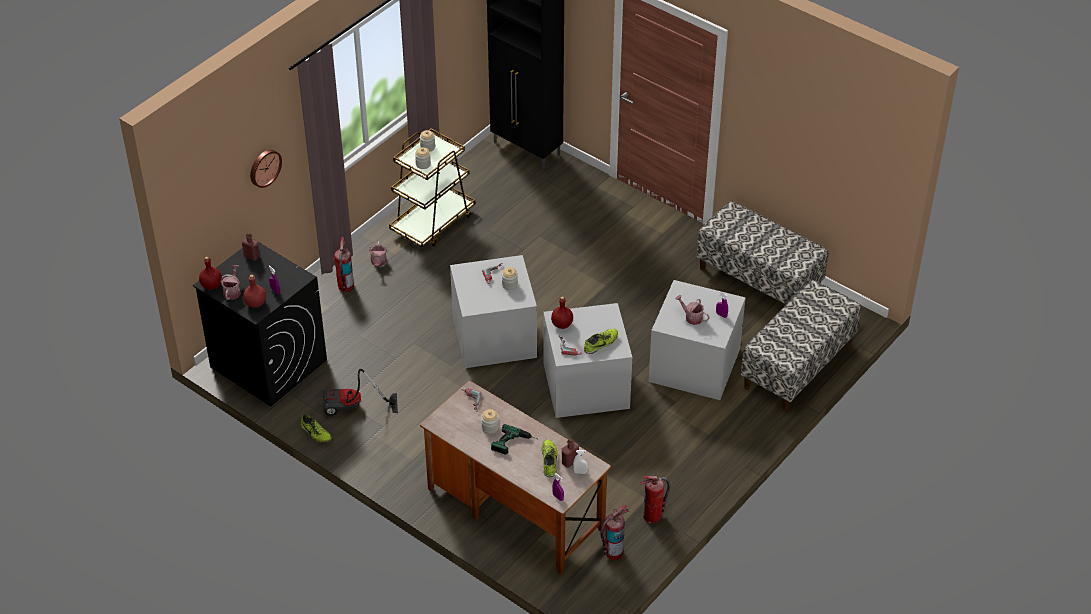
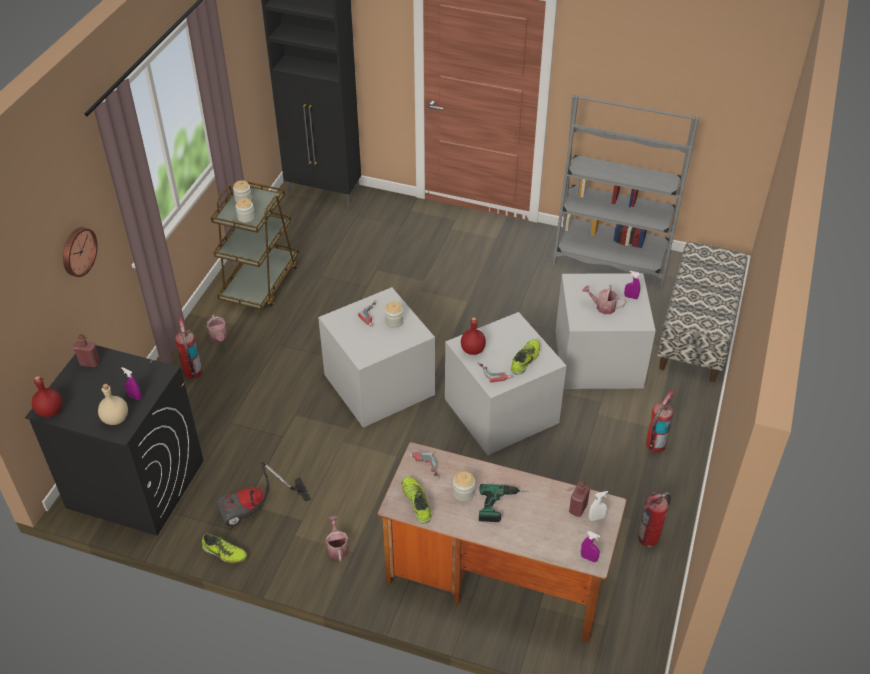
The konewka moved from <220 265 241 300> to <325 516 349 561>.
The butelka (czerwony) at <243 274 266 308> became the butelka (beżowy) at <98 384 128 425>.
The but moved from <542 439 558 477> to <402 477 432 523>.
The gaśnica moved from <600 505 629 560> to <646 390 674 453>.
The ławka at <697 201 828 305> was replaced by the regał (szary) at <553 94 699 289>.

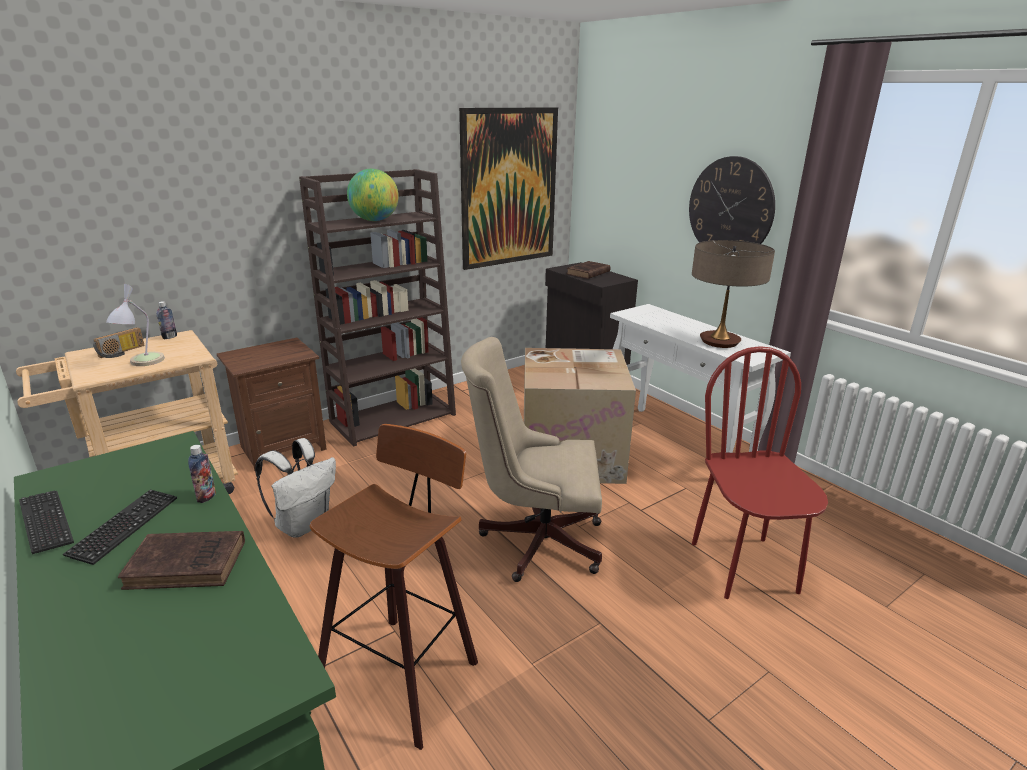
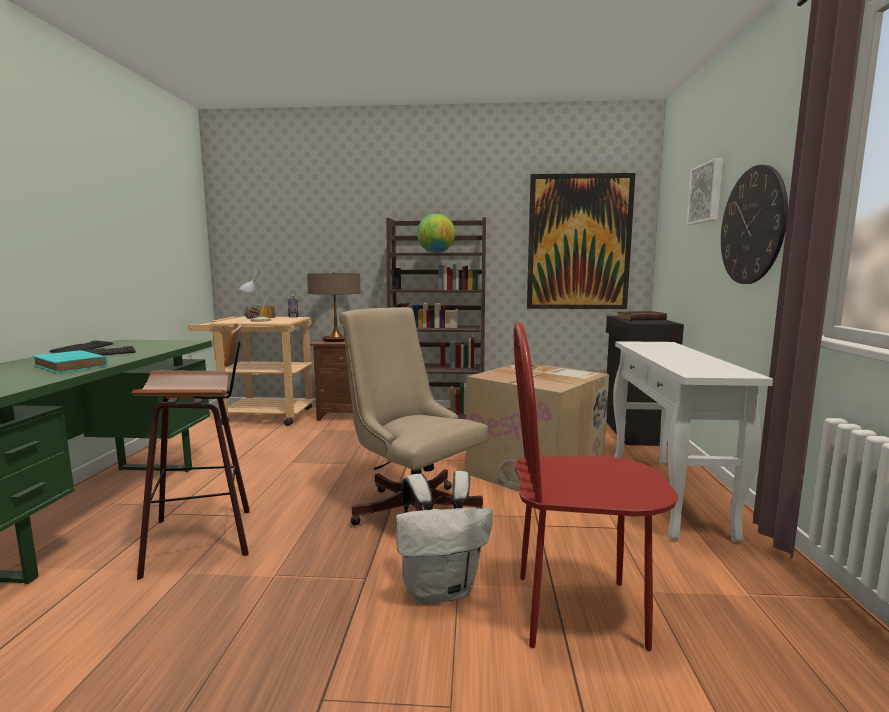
The książka (brązowy) at <118 531 245 590> became the książka (turkusowy) at <32 350 108 373>.
The butelka at <188 445 216 503> disappeared.
The plecak (biały) moved from <255 438 336 538> to <396 471 493 604>.
The lampa stołowa moved from <692 240 775 348> to <307 272 360 342>.
The krzesło (czerwony) at <692 346 828 599> turned 120 degrees counterclockwise.
The obraz at <686 158 723 225> appeared.

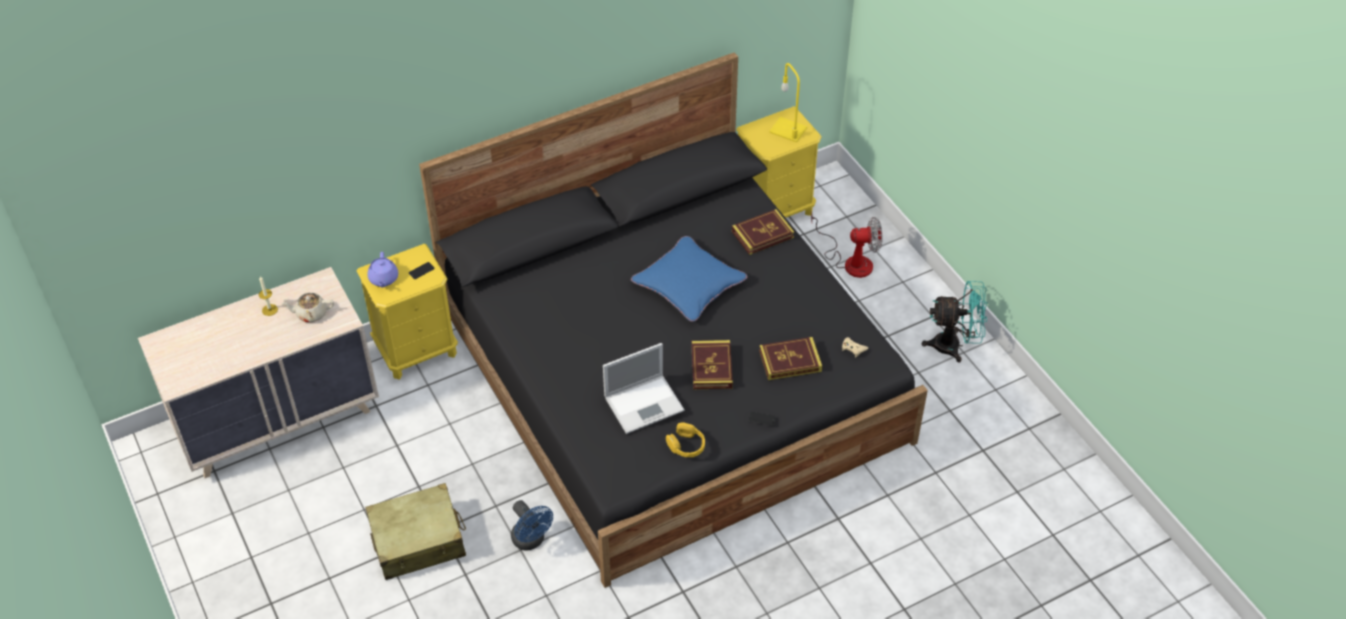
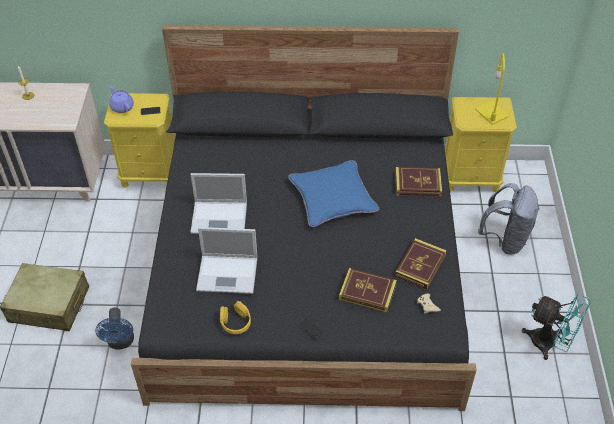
The imbryk (beżowy) at <281 292 334 322> disappeared.
The imbryk (fioletowy) at <367 252 398 287> turned 120 degrees clockwise.
The książka moved from <692 340 733 389> to <395 238 447 290>.
The wentylator at <811 212 882 278> was replaced by the plecak (szary) at <478 183 539 255>.
The laptop at <190 173 247 234> appeared.

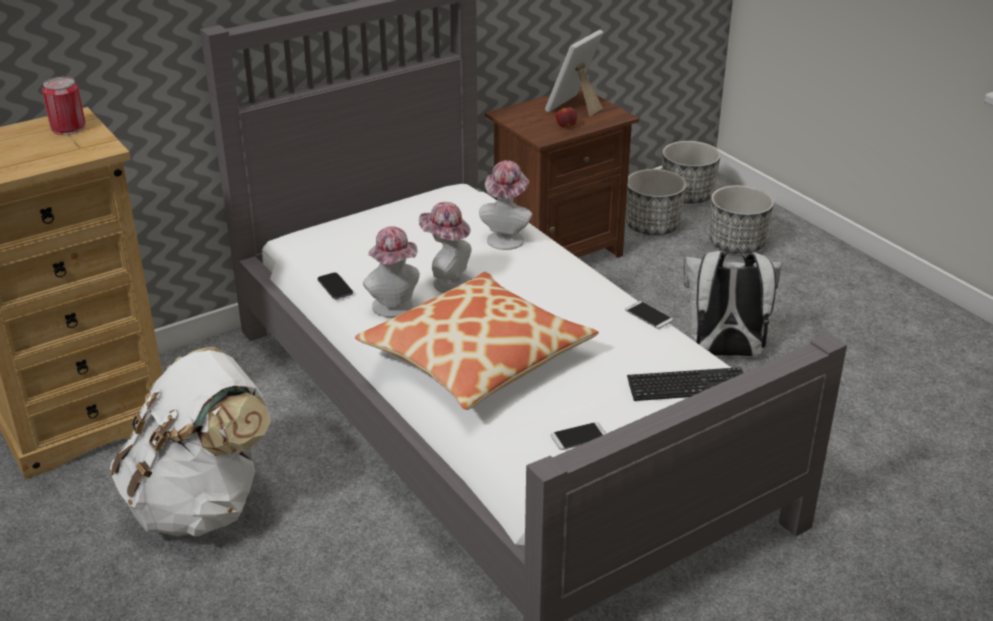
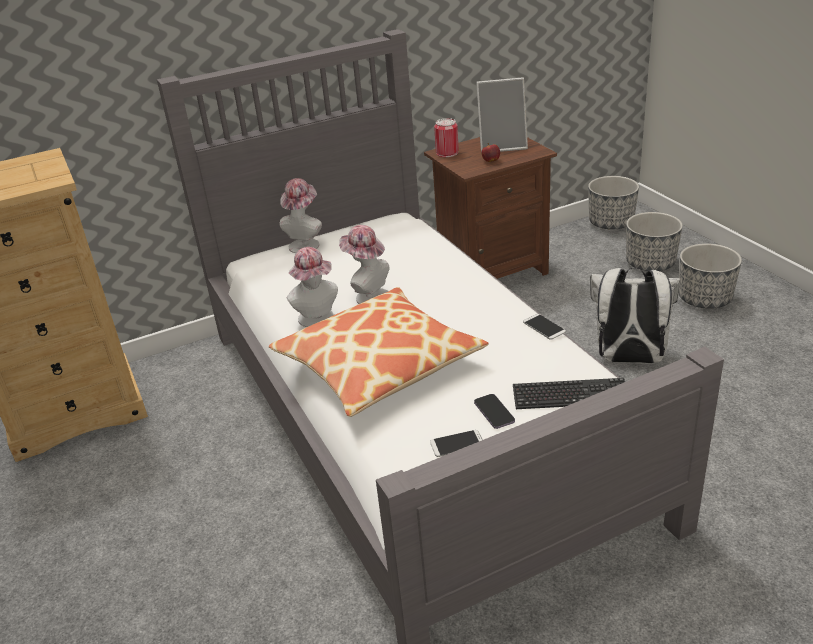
The puszka moved from <42 77 85 135> to <434 118 459 157>.
The plecak (biały) at <110 347 271 536> disappeared.
The telefon moved from <318 273 353 299> to <474 394 515 429>.
The kapelusz moved from <479 160 532 250> to <279 178 322 253>.
The ramka na zdjęcie at <545 30 603 117> turned 135 degrees counterclockwise.
The donica moved from <626 169 687 235> to <679 243 742 309>.

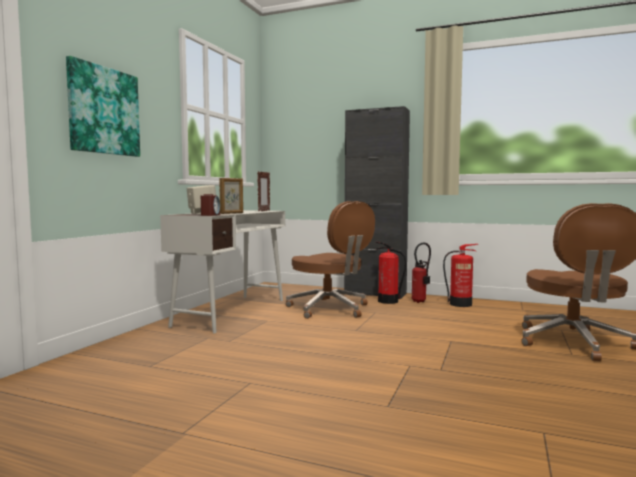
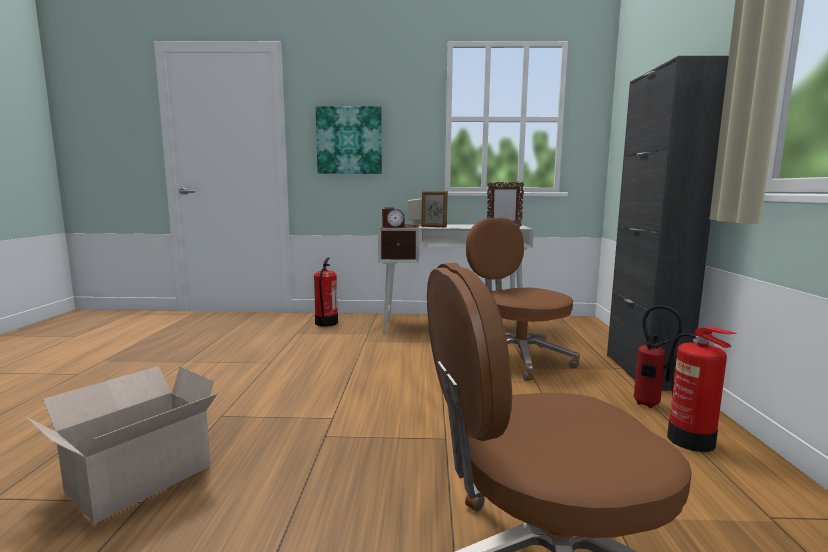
The krzesło biurowe (brązowy) at <286 201 375 319> turned 120 degrees clockwise.
The gaśnica moved from <376 242 406 304> to <314 257 338 327>.
The karton at <26 366 218 523> appeared.

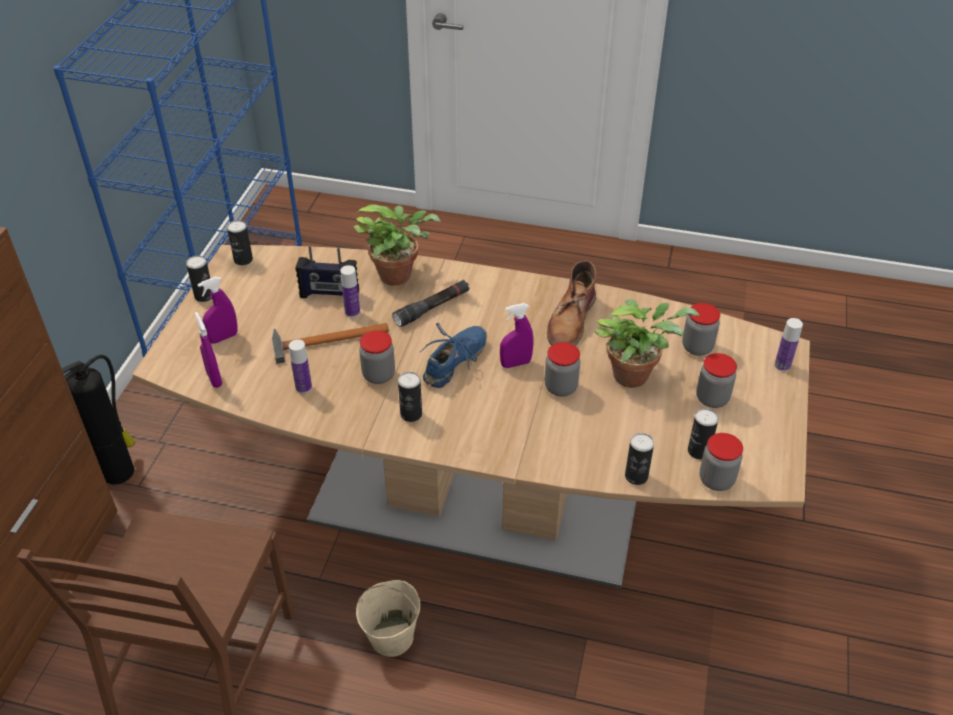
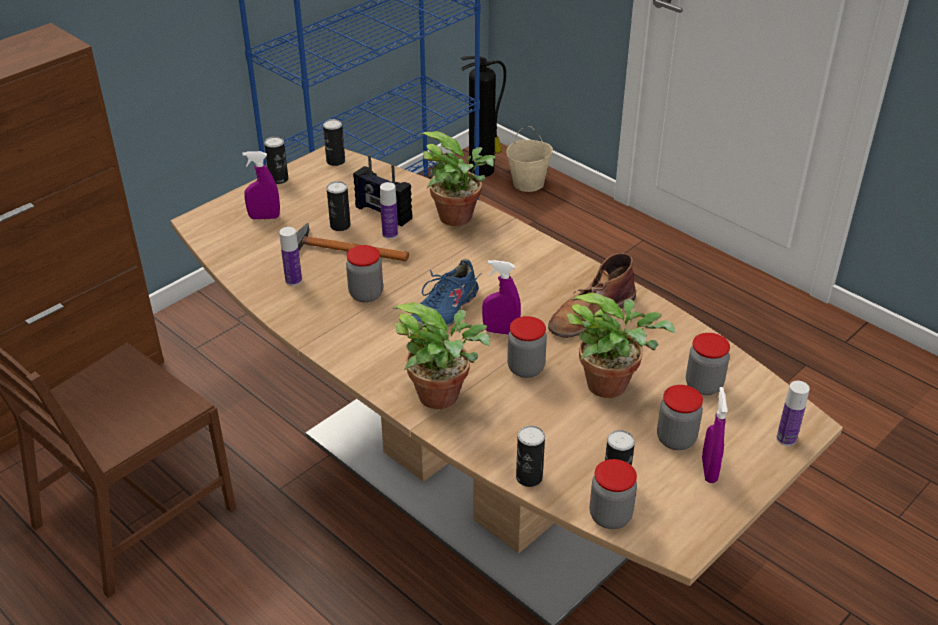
The gaśnica moved from <62 355 135 485> to <461 56 506 177>.
The spryskiwacz (fioletowy) moved from <195 312 222 388> to <702 387 727 483>.
The wiadro (beżowy) moved from <356 580 420 657> to <506 126 553 192>.
The latarka (czarny) at <392 280 470 327> disappeared.
The puszka moved from <398 372 422 422> to <327 181 351 231>.
The but (niebieski) at <420 323 487 388> turned 150 degrees clockwise.
The roślina doniczkowa at <394 302 490 409> appeared.

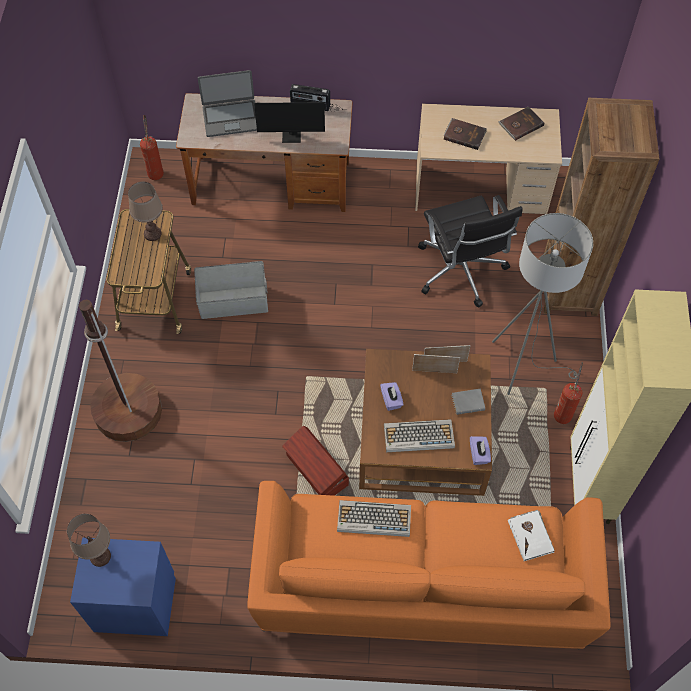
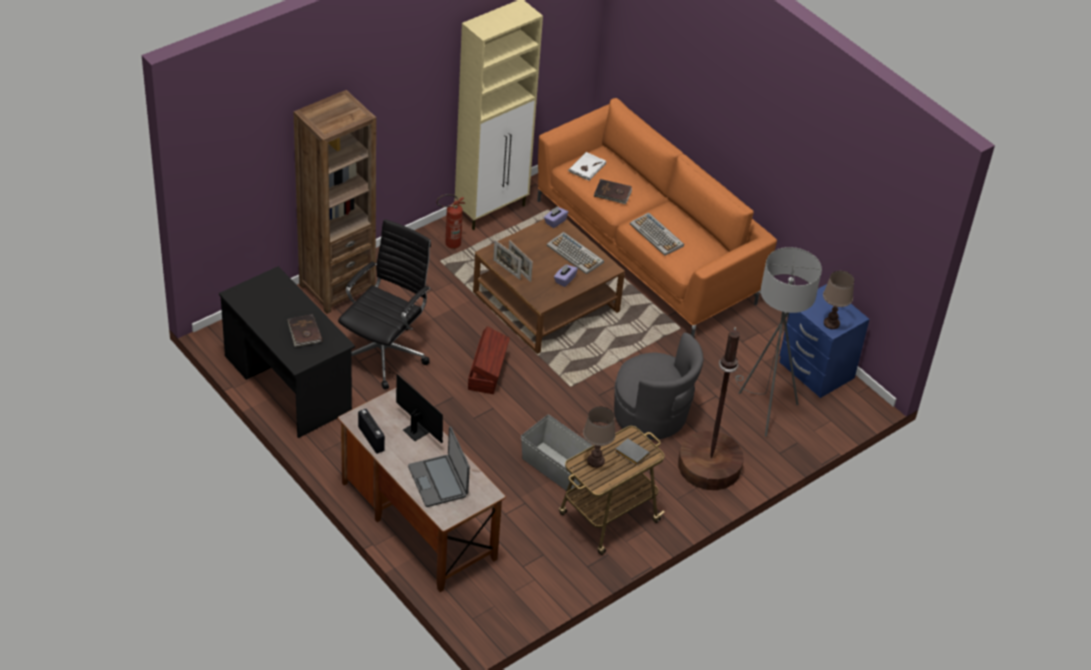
The gaśnica at <140 115 164 180> disappeared.
The laptop at <198 70 257 137> turned 150 degrees counterclockwise.
The pojemnik do przechowywania (brązowy) moved from <282 426 349 496> to <468 326 510 394>.
The biurko (beżowy) at <415 103 562 215> became the biurko (czarny) at <219 266 355 438>.
The książka (szary) moved from <451 388 485 415> to <615 438 650 466>.
The lampa stojąca (szary) moved from <492 213 593 395> to <735 247 822 436>.
The książka (brązowy) moved from <498 106 544 141> to <594 179 632 205>.
The fotel (szary) at <614 333 703 440> appeared.

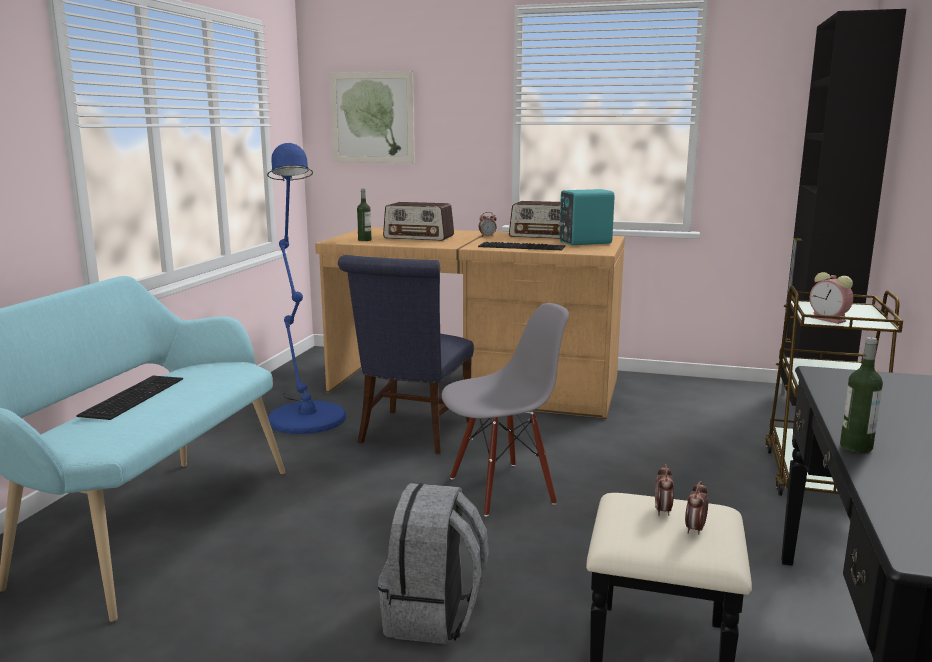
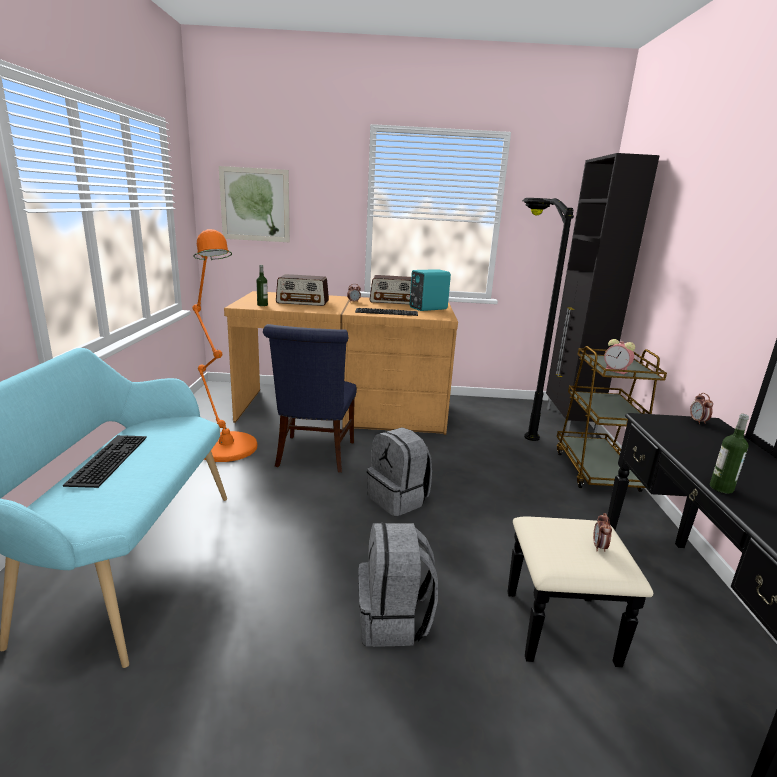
The lampa stojąca (niebieski) at <267 143 346 434> became the lampa stojąca (pomarańczowy) at <192 229 257 462>.
The krzesło (szary) at <442 303 569 517> was replaced by the plecak (szary) at <367 428 432 516>.
The budzik moved from <655 464 674 516> to <690 393 713 424>.
The lampa stojąca (czarny) at <522 198 574 441> appeared.

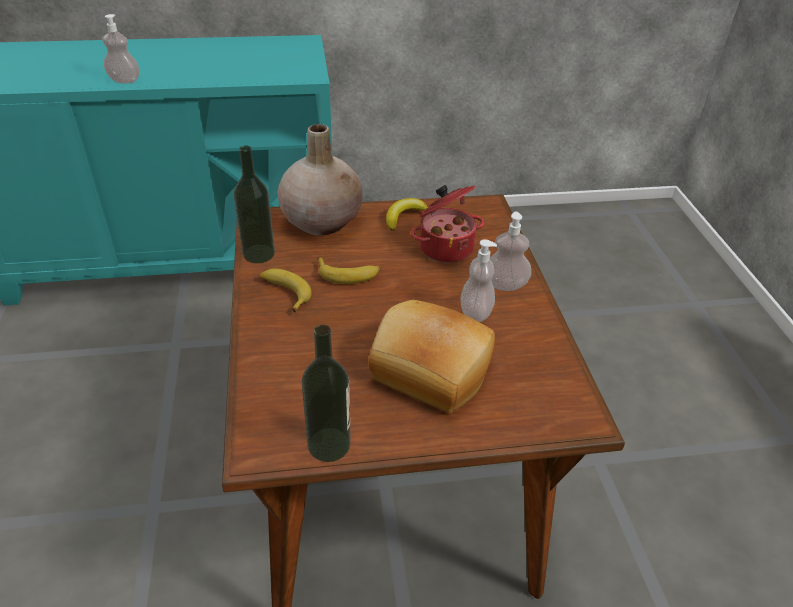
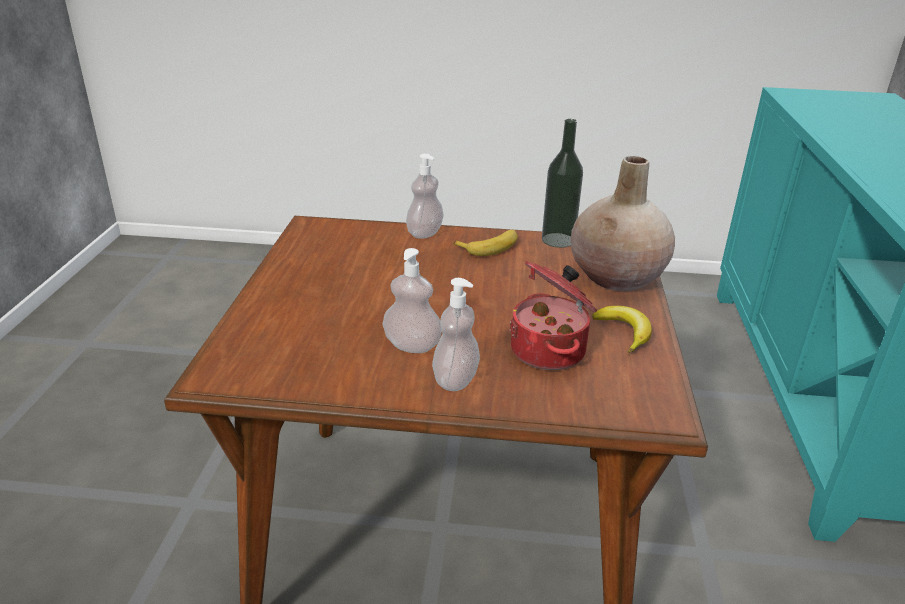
The dozownik mydła moved from <102 14 139 84> to <406 154 444 239>.
The butelka at <302 325 351 462> disappeared.
The banan at <317 257 381 284> disappeared.
The chleb at <368 300 495 413> disappeared.

